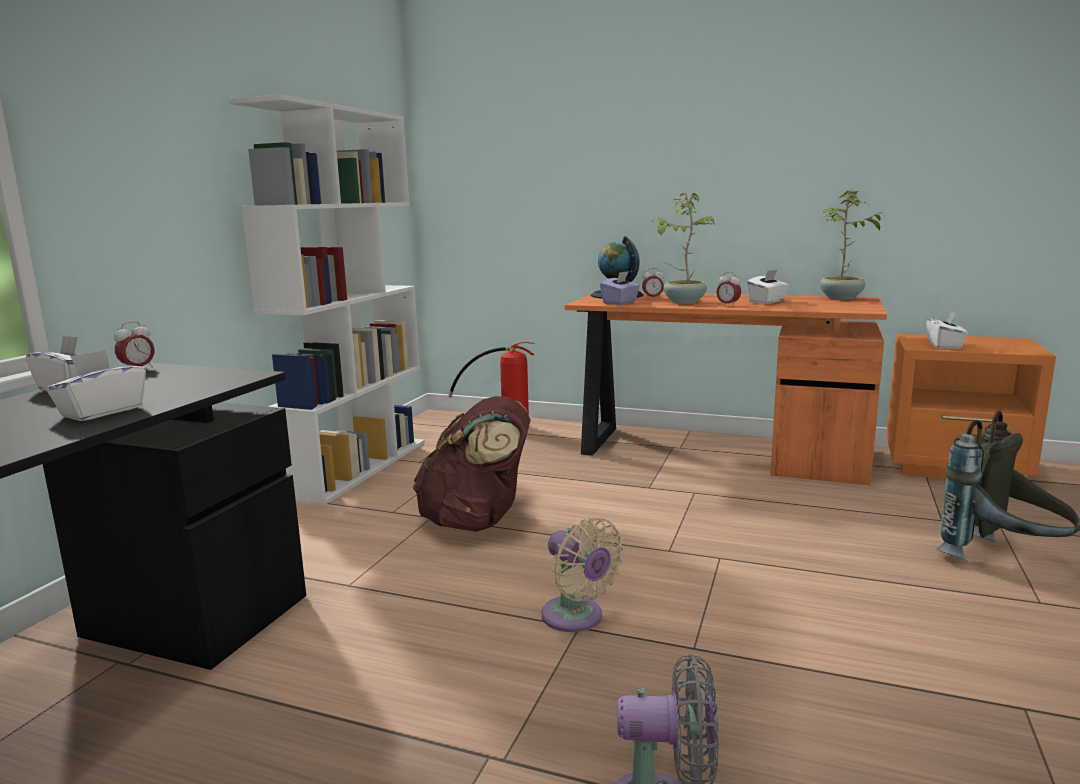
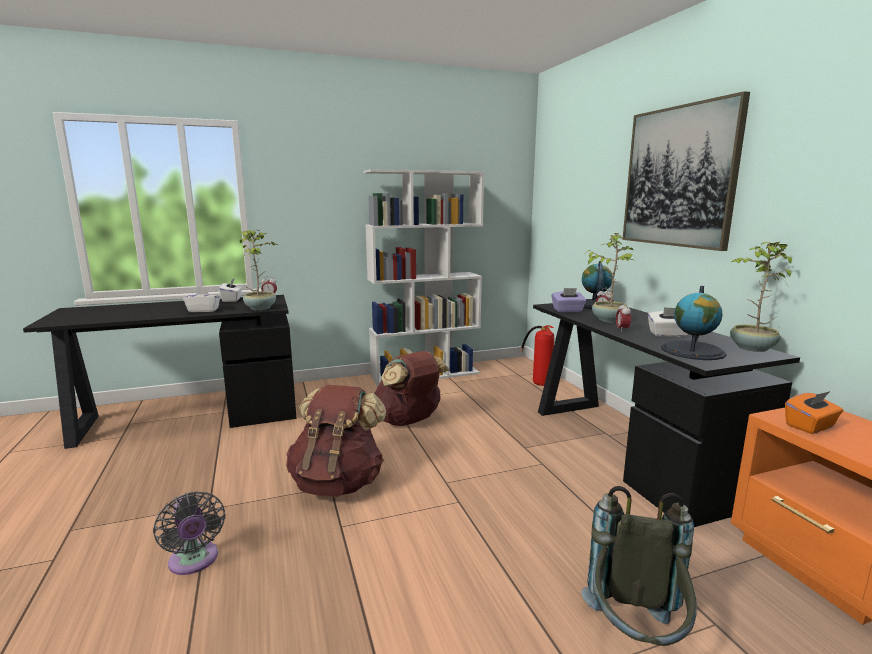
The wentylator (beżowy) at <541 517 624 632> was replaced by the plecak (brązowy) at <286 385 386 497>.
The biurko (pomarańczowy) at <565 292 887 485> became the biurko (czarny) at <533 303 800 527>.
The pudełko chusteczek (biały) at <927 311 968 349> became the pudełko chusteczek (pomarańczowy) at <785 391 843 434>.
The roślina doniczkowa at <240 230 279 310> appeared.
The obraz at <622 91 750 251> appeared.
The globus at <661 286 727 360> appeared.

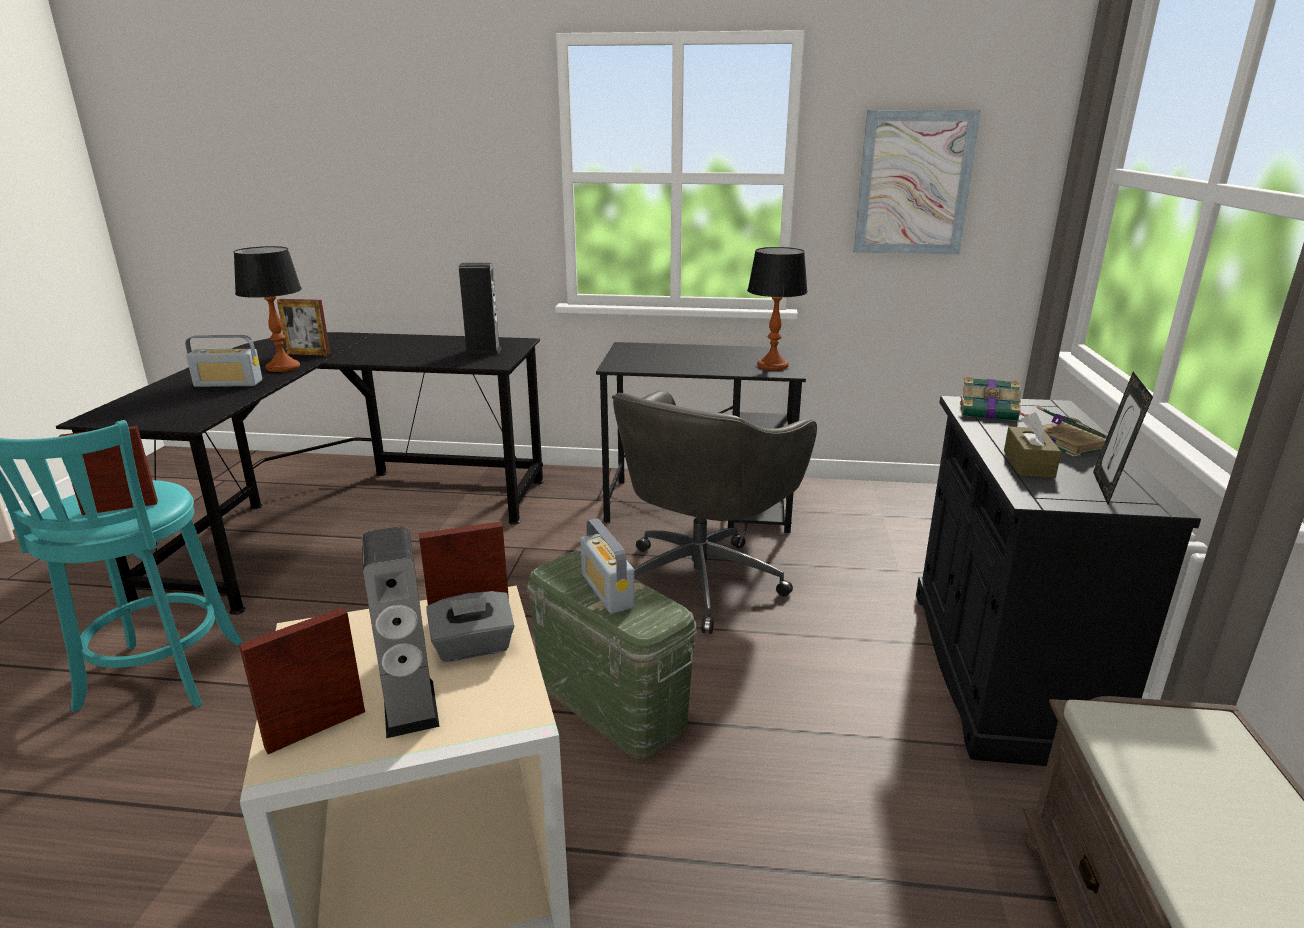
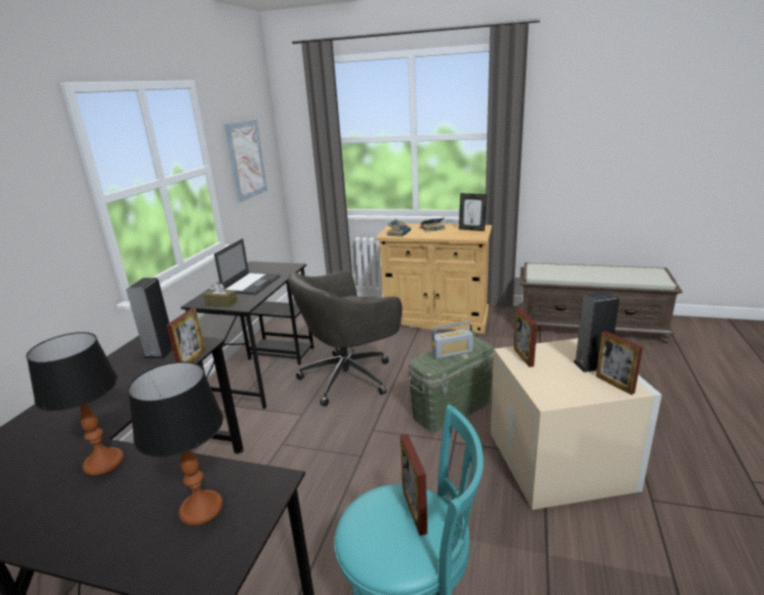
The radio at <185 335 262 387> disappeared.
The ramka na zdjęcie moved from <277 299 330 356> to <166 308 205 362>.
The pudełko chusteczek (szary) at <426 591 515 662> disappeared.
The krzesło biurowe (szary) at <612 391 817 634> turned 105 degrees clockwise.
The lampa stołowa moved from <747 247 808 370> to <128 361 223 526>.
The szafka (czarny) at <916 396 1201 766> became the szafka (beżowy) at <376 223 492 334>.
The pudełko chusteczek (brązowy) moved from <1004 412 1061 478> to <203 282 237 307>.
The laptop at <214 239 280 295> appeared.

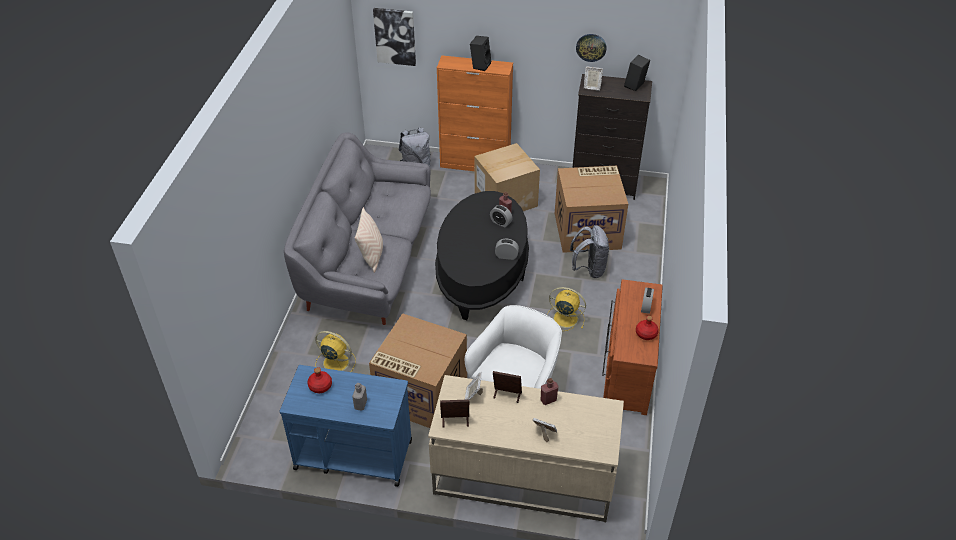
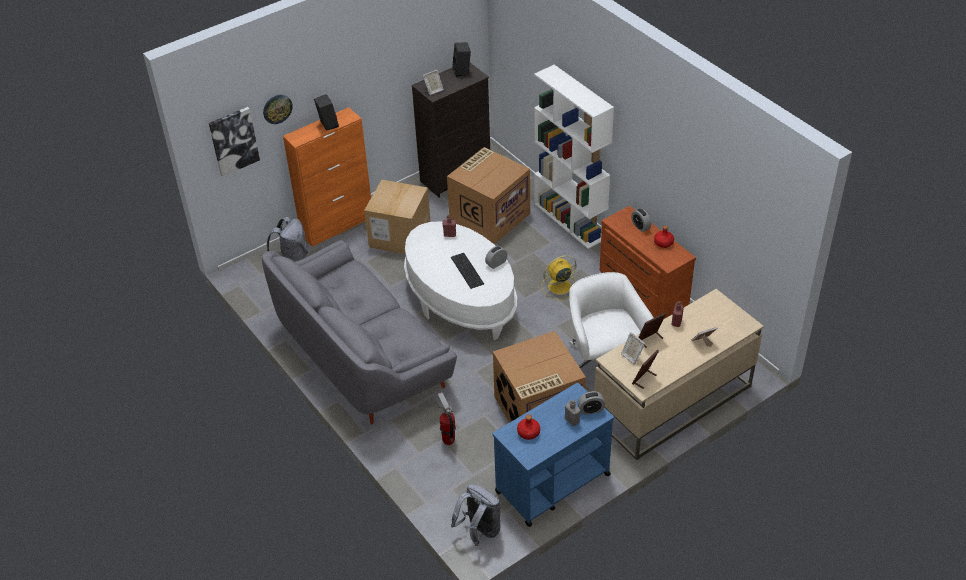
The wentylator (żółty) at <315 331 356 372> was replaced by the gaśnica at <438 392 456 445>.
The poduszka (beżowy) at <355 207 383 273> disappeared.
The ława (czarny) at <435 191 529 320> became the ława (biały) at <404 221 517 340>.
The budzik moved from <490 205 513 228> to <577 391 605 415>.
The plecak (szary) moved from <570 225 609 278> to <451 484 501 546>.
The zegar ścienny moved from <576 34 606 62> to <263 95 293 124>.
The klawiatura at <451 253 484 289> appeared.
The regał (biały) at <534 65 614 249> appeared.

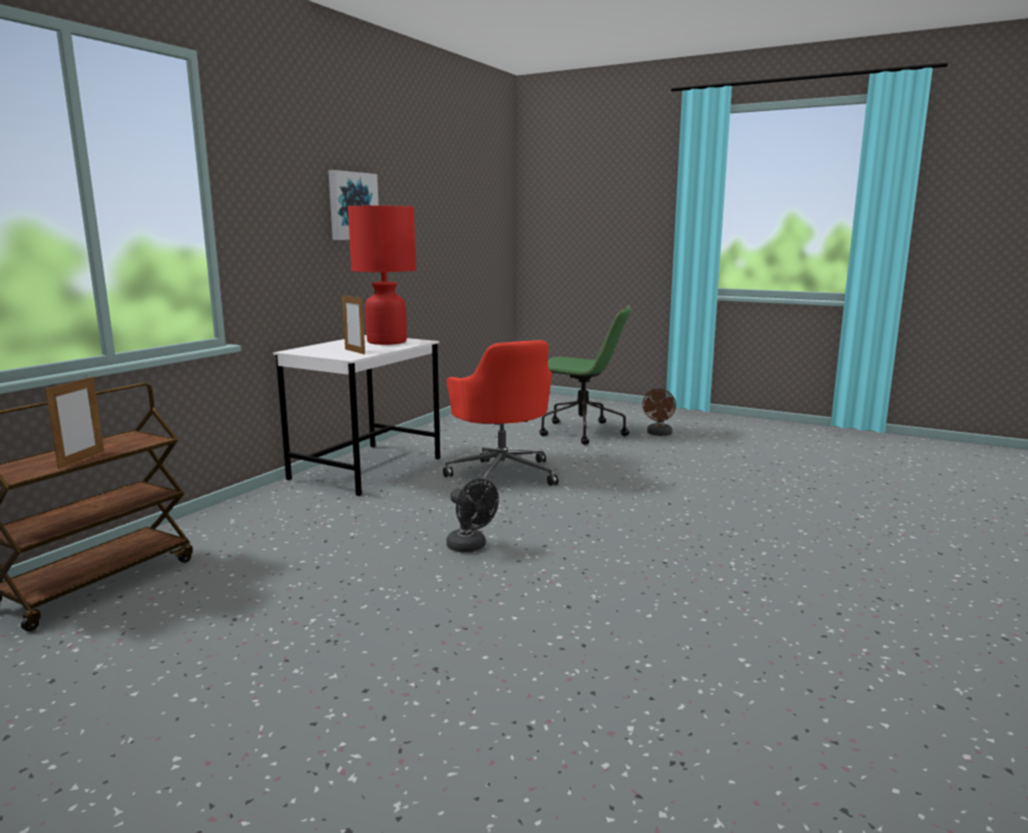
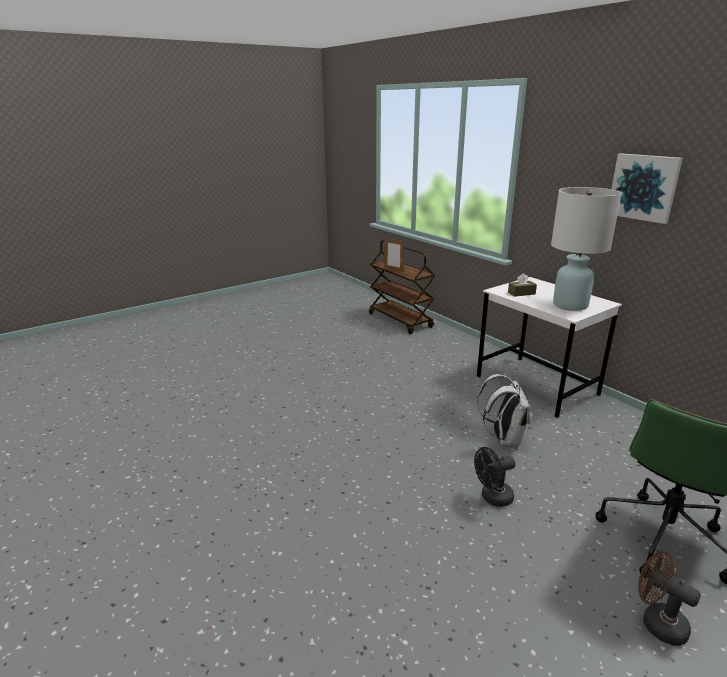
The ramka na zdjęcie at <342 295 365 355> was replaced by the pudełko chusteczek (brązowy) at <508 273 537 297>.
The lampa stołowa (czerwony) at <348 206 416 345> became the lampa stołowa (biały) at <551 187 622 311>.
The krzesło biurowe (czerwony) at <443 340 558 495> was replaced by the plecak (biały) at <477 374 530 446>.
The wentylator (czarny) moved from <446 479 499 553> to <474 447 516 507>.

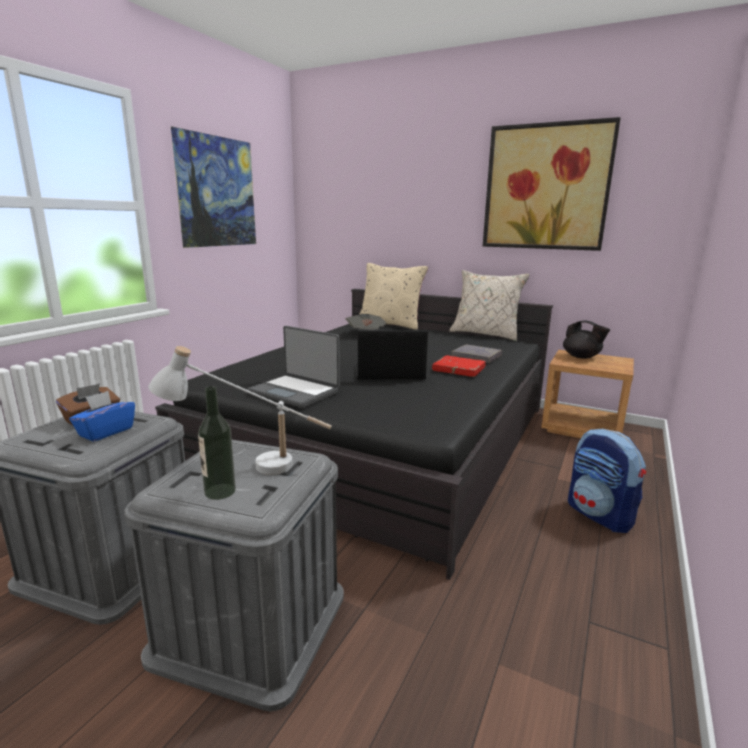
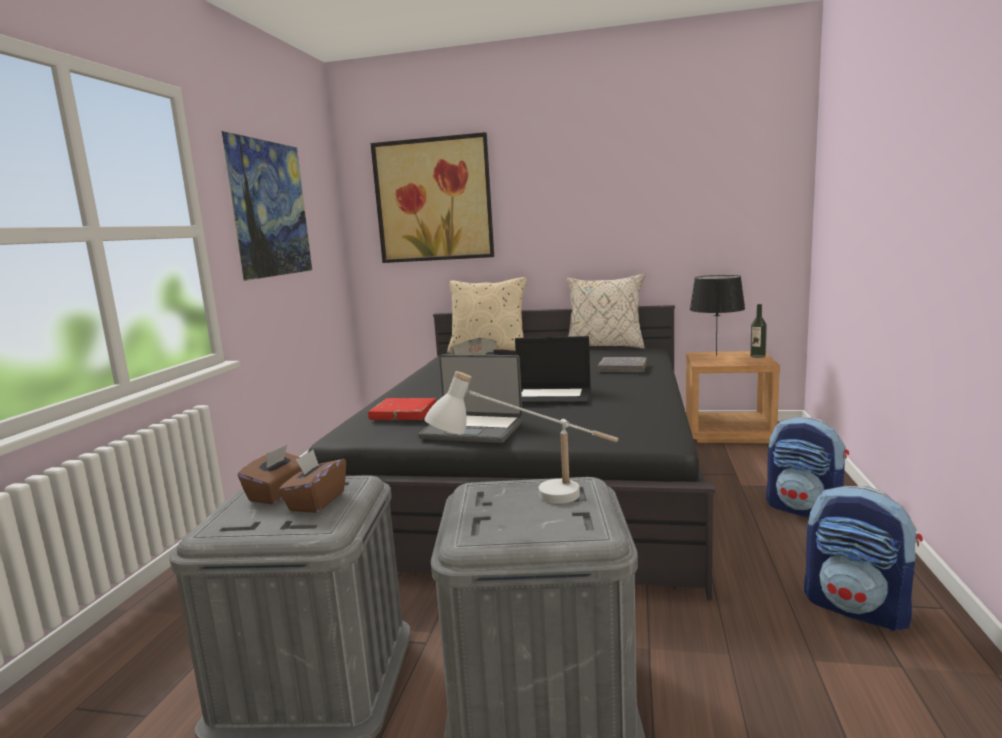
The pudełko chusteczek (niebieski) at <69 391 135 442> became the pudełko chusteczek (brązowy) at <279 449 346 513>.
The butelka moved from <198 386 236 500> to <750 304 767 358>.
The laptop at <357 330 428 379> turned 150 degrees counterclockwise.
The książka (czerwony) moved from <432 355 486 377> to <368 398 436 420>.
The obraz moved from <483 117 621 251> to <370 132 494 263>.
The imbryk (czarny) at <563 321 610 359> was replaced by the lampa stołowa (czarny) at <690 275 745 356>.
The plecak at <804 486 923 631> appeared.

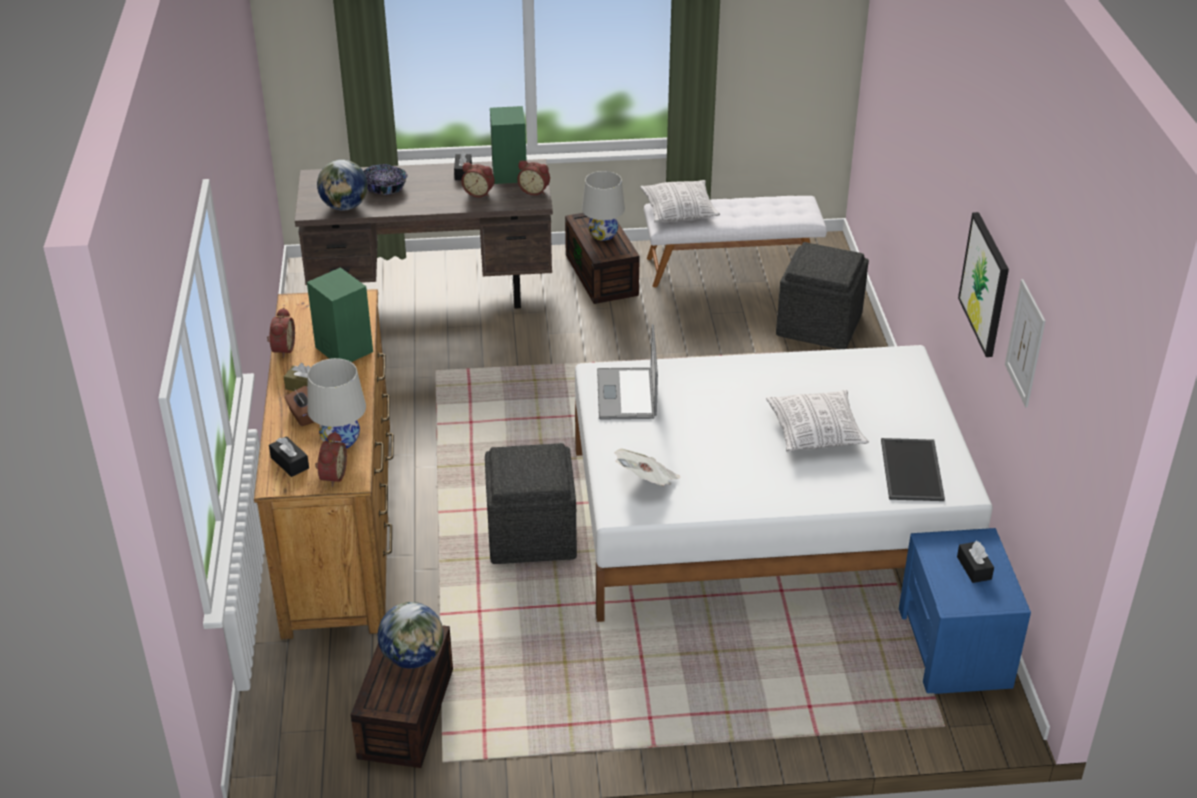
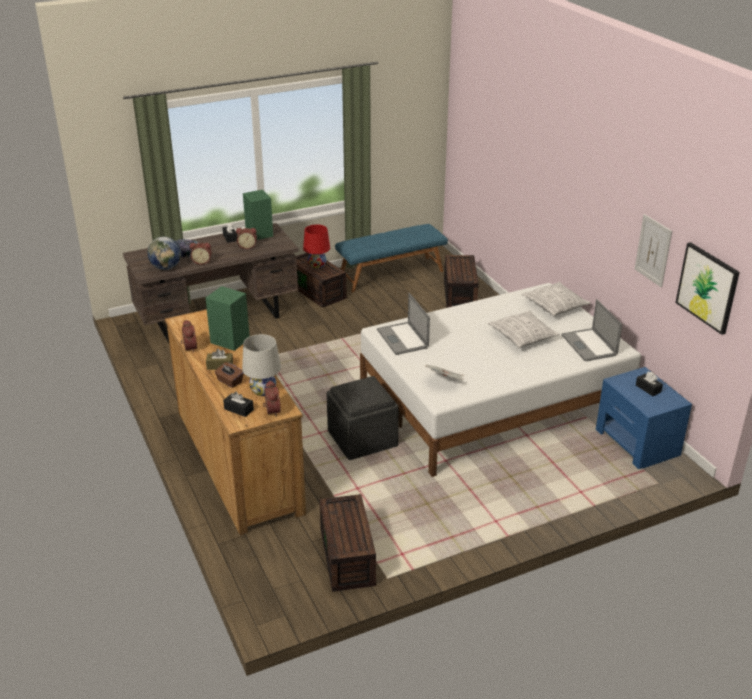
The globus at <378 602 444 669> disappeared.
The budzik moved from <517 160 550 195> to <190 243 212 265>.
The lampa stołowa (biały) at <582 171 625 241> became the lampa stołowa (czerwony) at <303 225 330 268>.
The poduszka moved from <640 180 720 223> to <522 282 591 316>.
The ławka (biały) at <644 196 827 288> became the ławka (niebieski) at <335 224 448 292>.
The pufa (szary) at <776 242 869 349> was replaced by the pojemnik do przechowywania (brązowy) at <444 255 478 308>.
The taca at <881 438 945 501> was replaced by the laptop at <561 299 622 361>.
The obraz moved from <958 212 1009 357> to <675 242 740 335>.

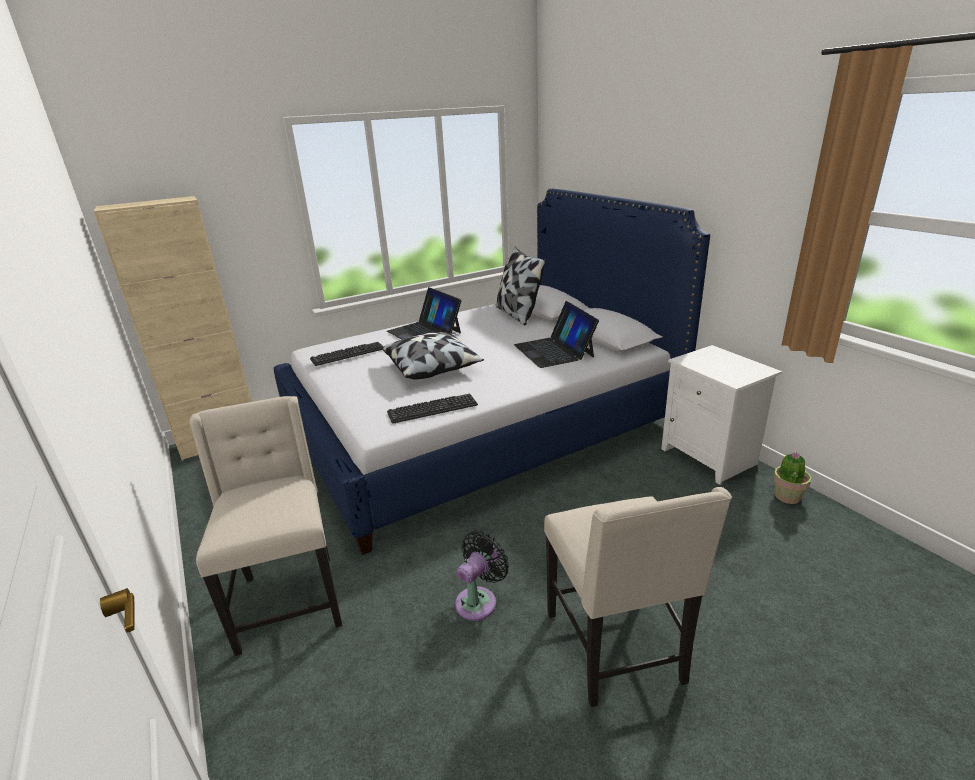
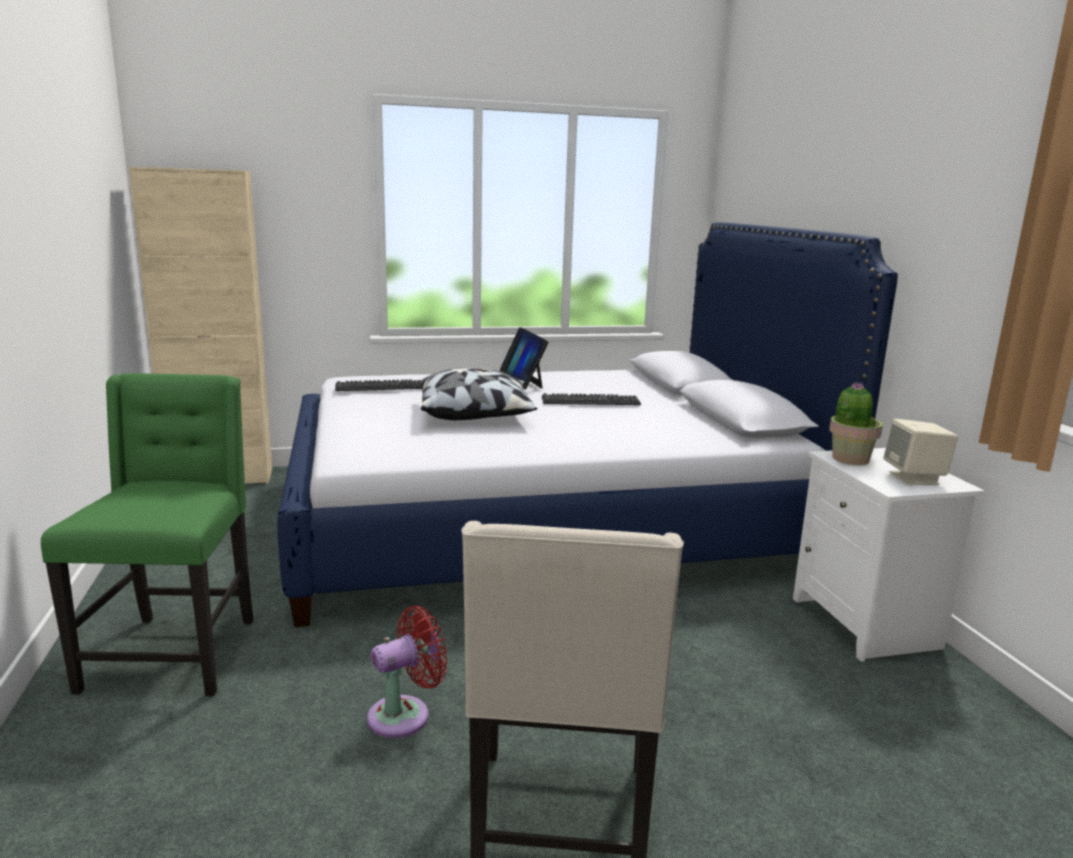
The krzesło (beżowy) at <190 396 342 656> became the krzesło (zielony) at <41 373 253 697>.
The klawiatura moved from <387 394 478 424> to <542 393 641 405>.
The wentylator (czarny) at <455 531 509 621> became the wentylator (czerwony) at <367 606 448 738>.
The poduszka at <496 246 546 325> disappeared.
The laptop at <514 301 599 368> disappeared.
The roślina doniczkowa moved from <773 452 811 504> to <829 382 883 465>.
The głośnik (beżowy) at <883 419 958 485> appeared.

